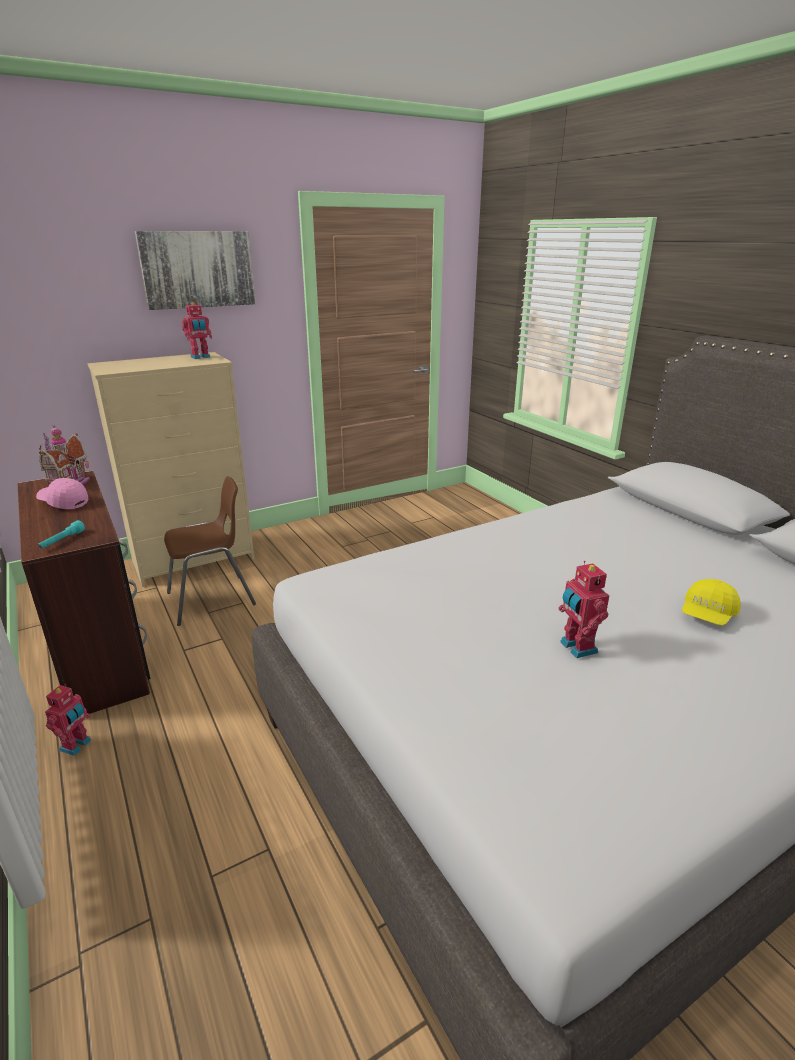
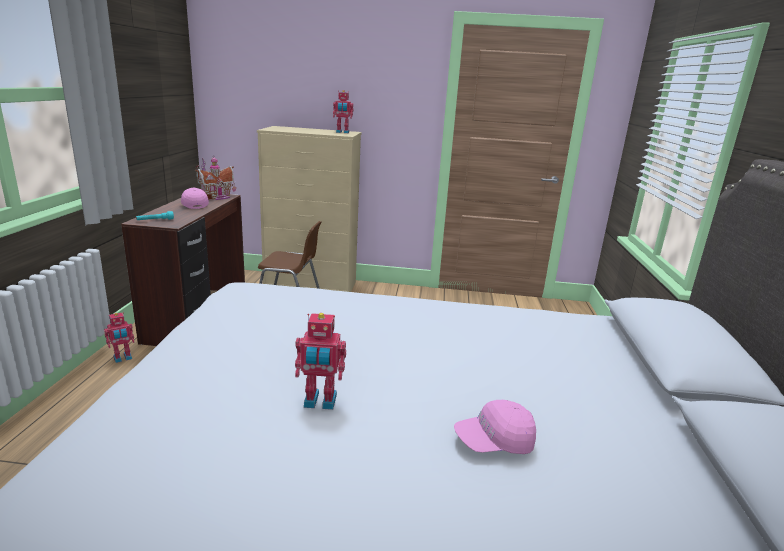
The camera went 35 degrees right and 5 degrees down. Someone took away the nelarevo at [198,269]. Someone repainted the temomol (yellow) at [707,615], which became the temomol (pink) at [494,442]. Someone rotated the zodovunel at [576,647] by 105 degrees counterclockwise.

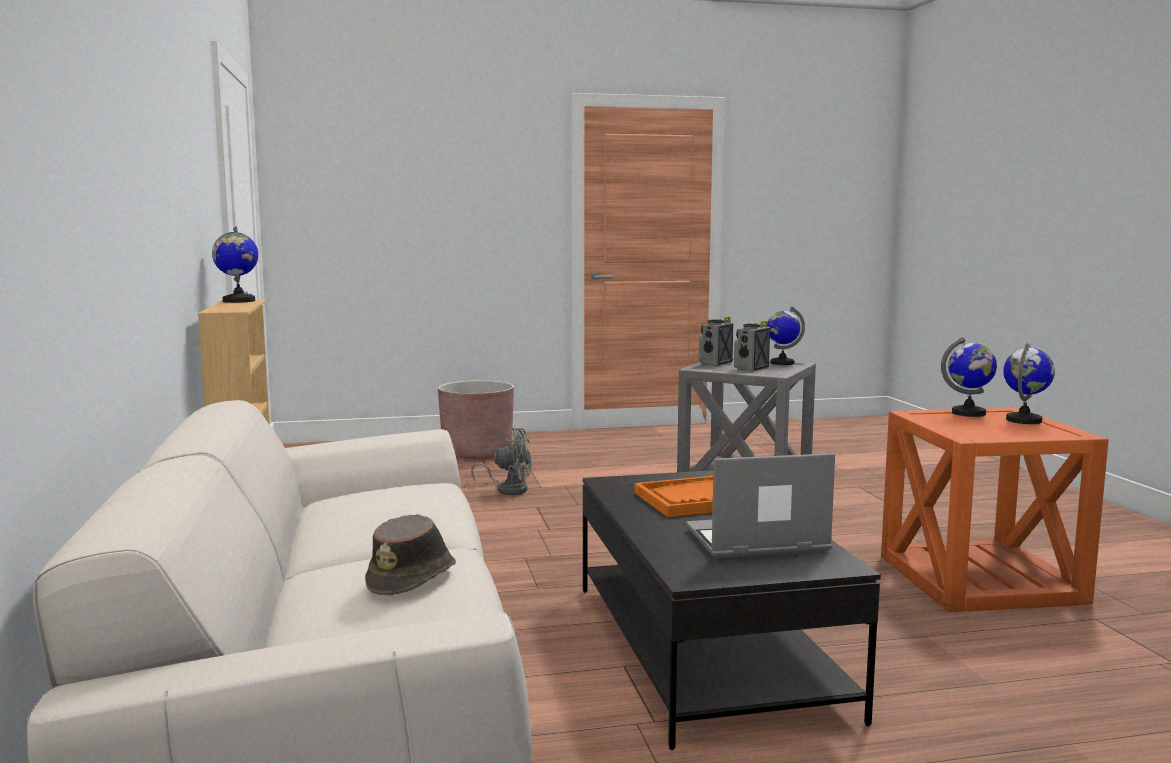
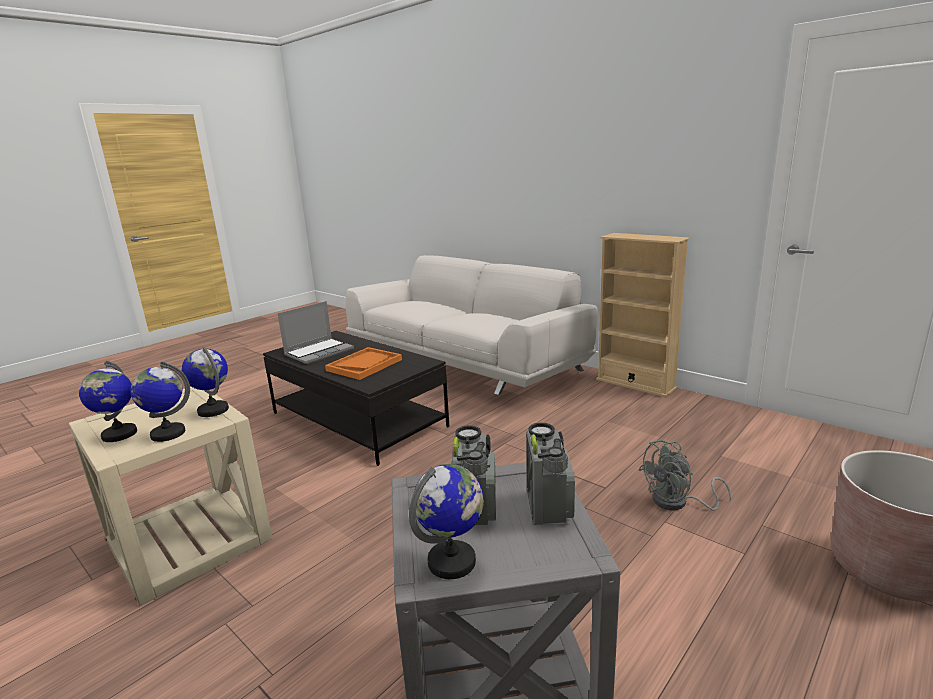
The camera went 145 degrees right and 10 degrees up. Someone took away the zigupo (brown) at [413,578]. Someone carried the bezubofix from [238,301] to [213,410]. Someone repainted the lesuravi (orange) at [979,579], which became the lesuravi (beige) at [189,540].

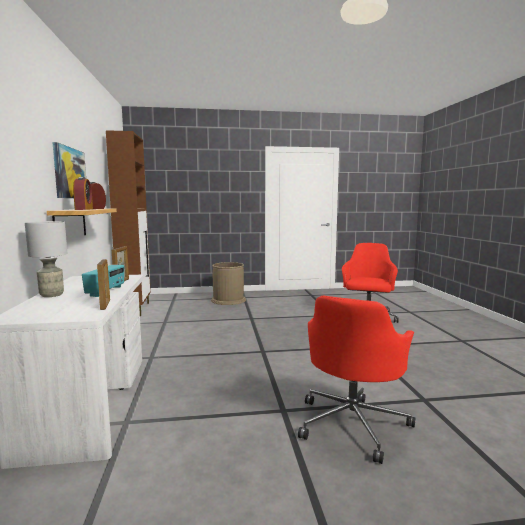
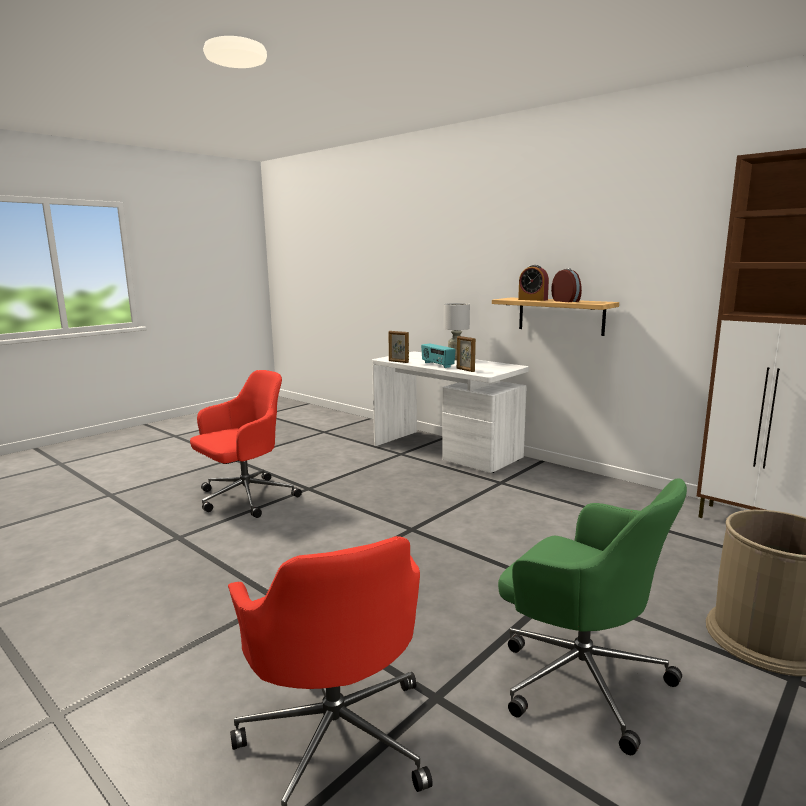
The camera went 140 degrees right and 5 degrees up. Someone took away the nelarevo at [69,173]. Someone put down the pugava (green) at [579,677]. Someone rotated the pugava (red) at [353,423] by 60 degrees clockwise.

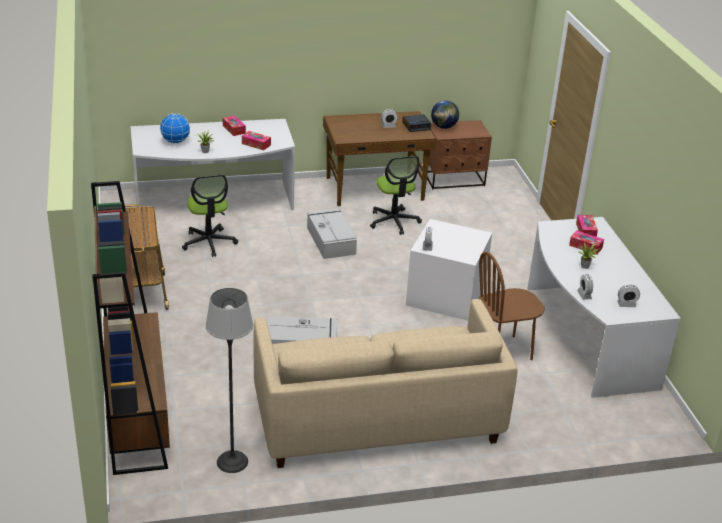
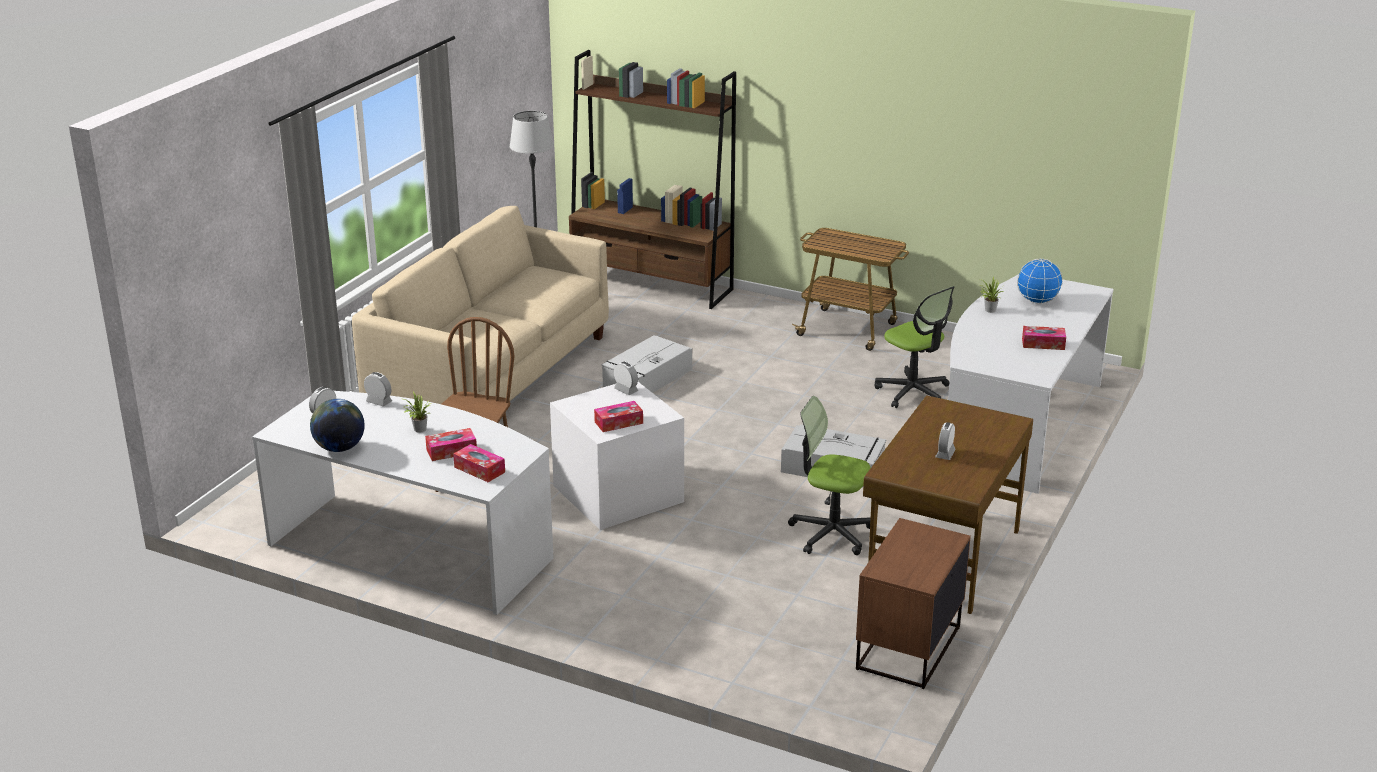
The camera went 130 degrees right and 5 degrees down. Someone took away the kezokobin at [416,126]. Someone carried the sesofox from [256,144] to [618,422]. Someone carried the bezubofix from [443,127] to [339,448]. Someone rotated the pugava at [209,242] by 150 degrees counterclockwise.

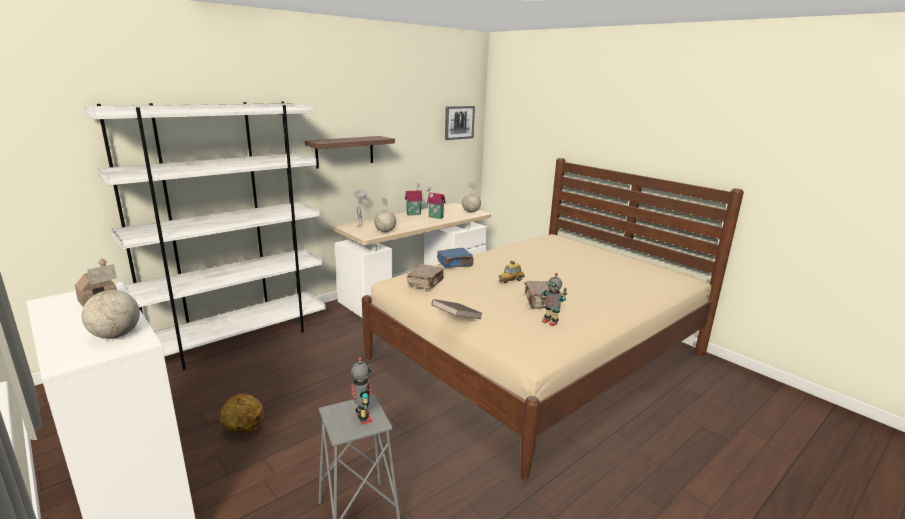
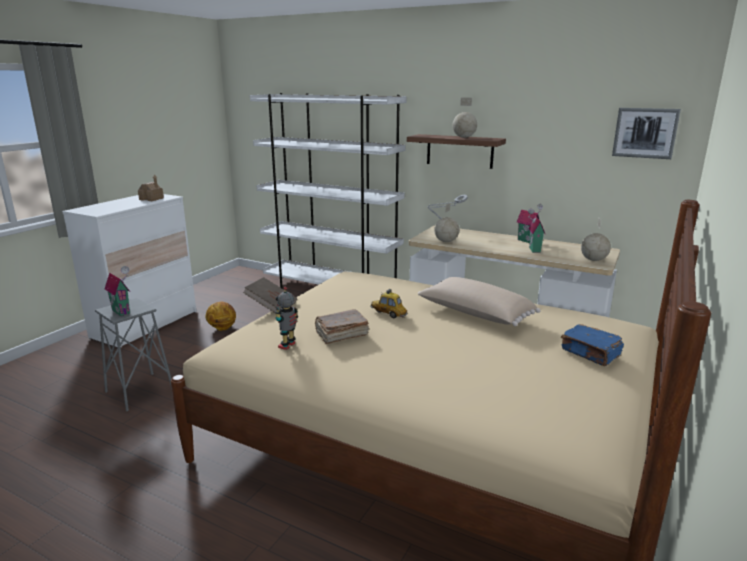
The camera went 70 degrees right and 0 degrees up. Someone took away the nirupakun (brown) at [426,283]. Someone put down the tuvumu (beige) at [475,315]. Someone carried the bezubofix from [117,335] to [464,137]. Someone carried the nirupakun (blue) from [455,264] to [590,353]. Someone swapped the zodovunel at [362,418] for the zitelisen at [122,311].

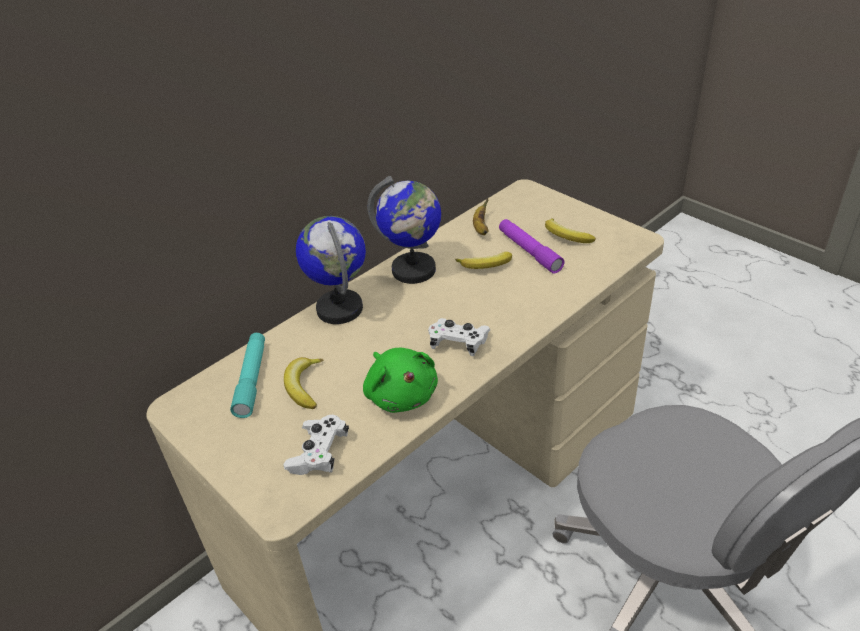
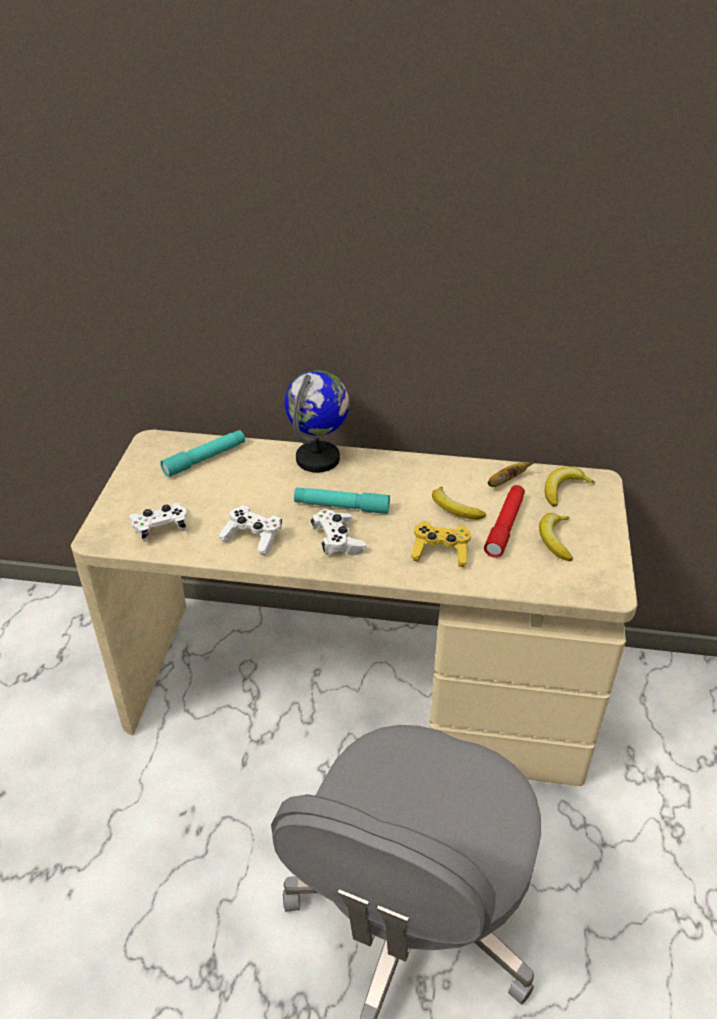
The camera went 50 degrees right and 0 degrees up. Someone took away the bezubofix at [414,270]. Someone put down the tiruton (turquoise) at [341,506]. Someone put down the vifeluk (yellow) at [440,552]. Someone carried the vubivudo from [304,386] to [563,489]. Someone swapped the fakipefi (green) at [401,394] for the vifeluk (white) at [252,538]. Someone repainted the tiruton (purple) at [529,251], which became the tiruton (red) at [505,526].

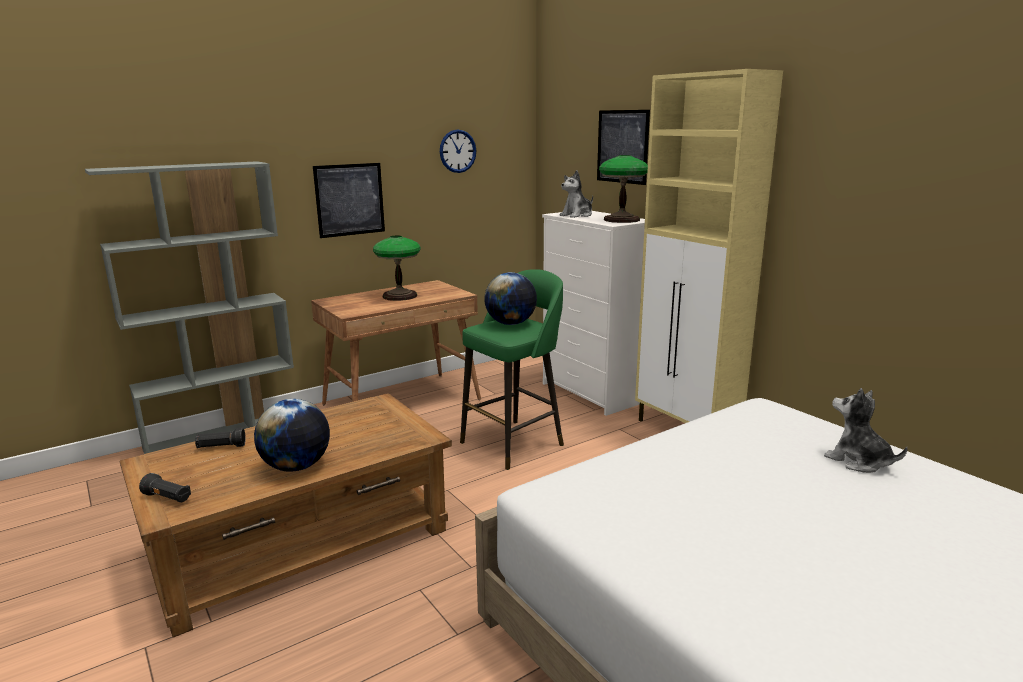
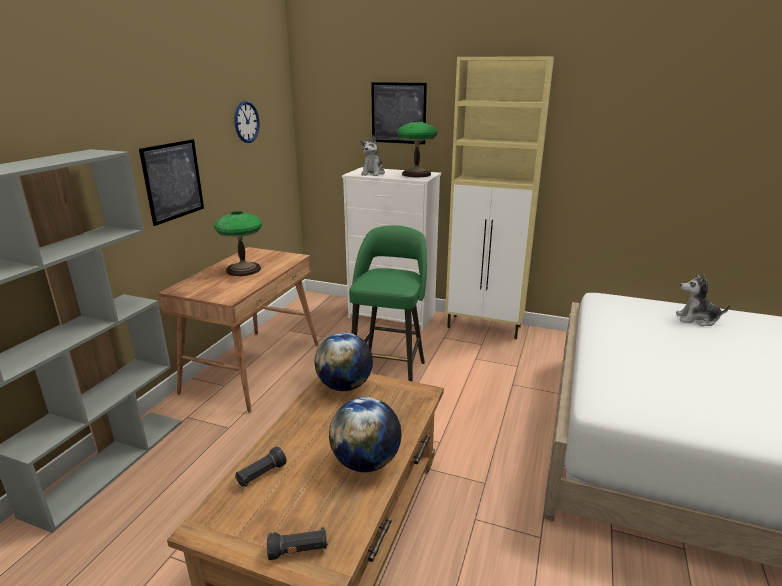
The camera went 35 degrees left and 5 degrees up. Someone carried the bezubofix from [511,323] to [345,386].

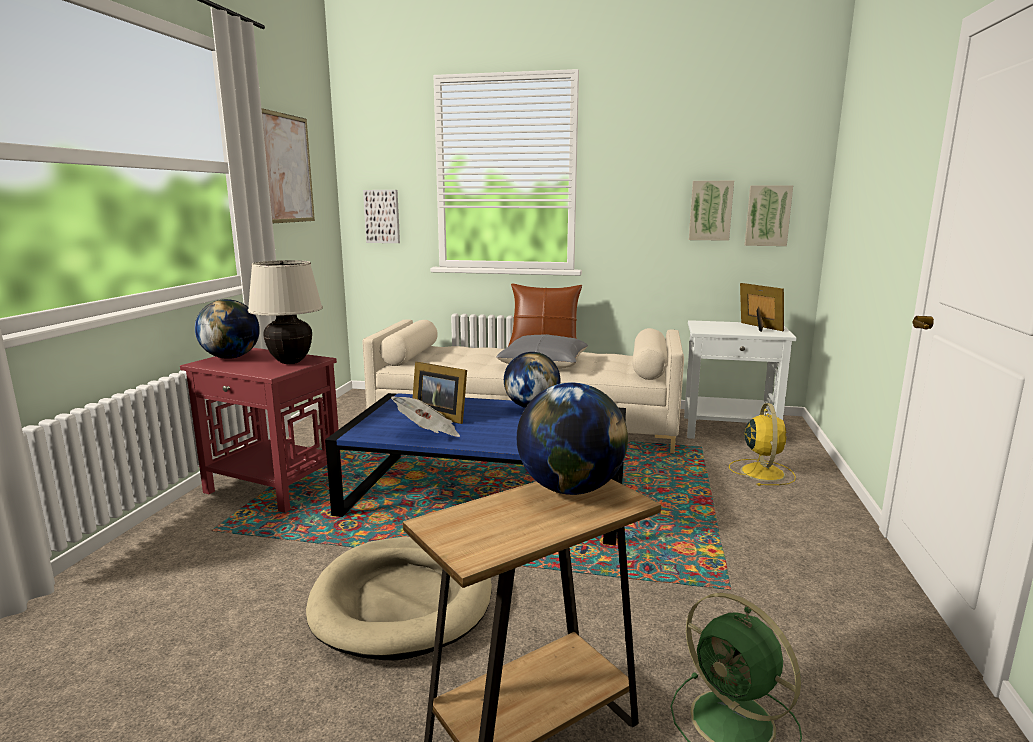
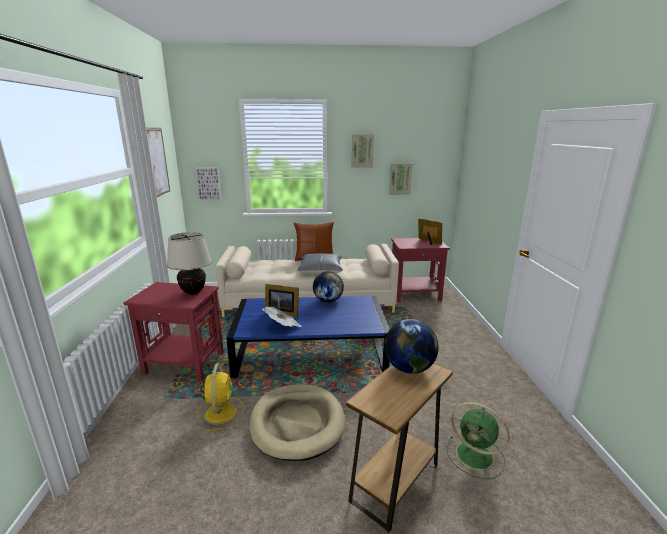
The camera went 15 degrees left and 5 degrees up. Someone took away the bezubofix at [231,357]. Someone carried the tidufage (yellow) from [762,472] to [221,412]. Someone carried the nelarevo from [767,215] to [362,151]. Someone repainted the lesuravi (white) at [729,430], which became the lesuravi (red) at [415,294].

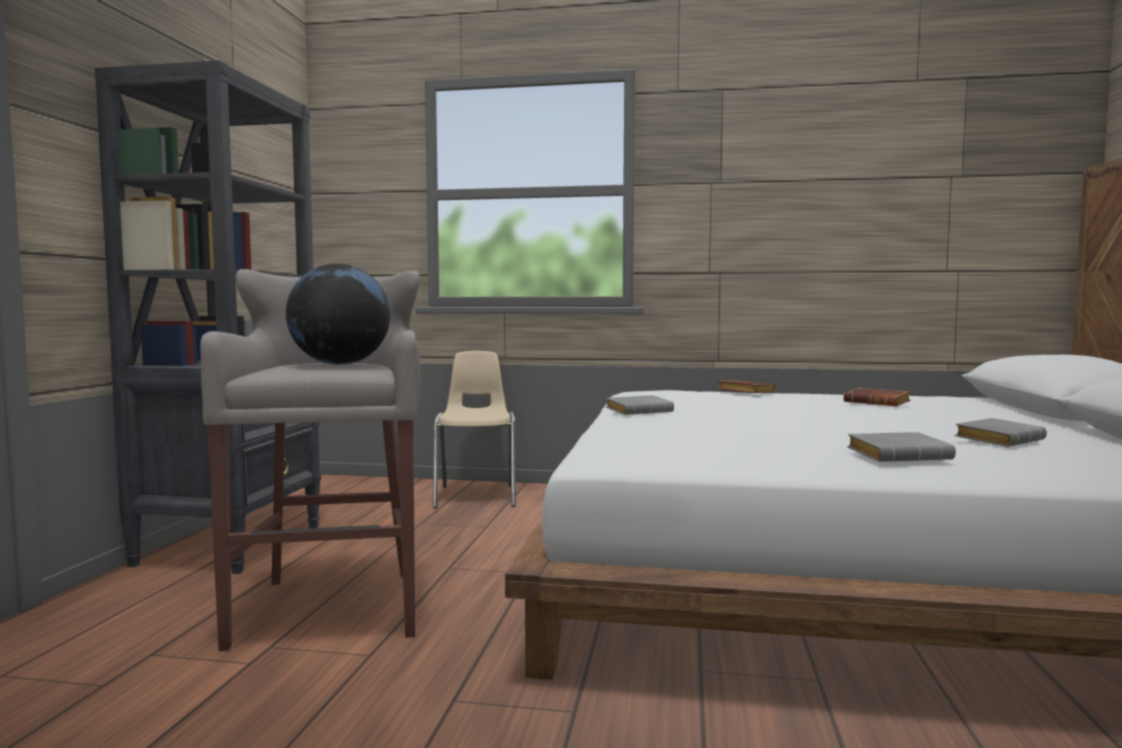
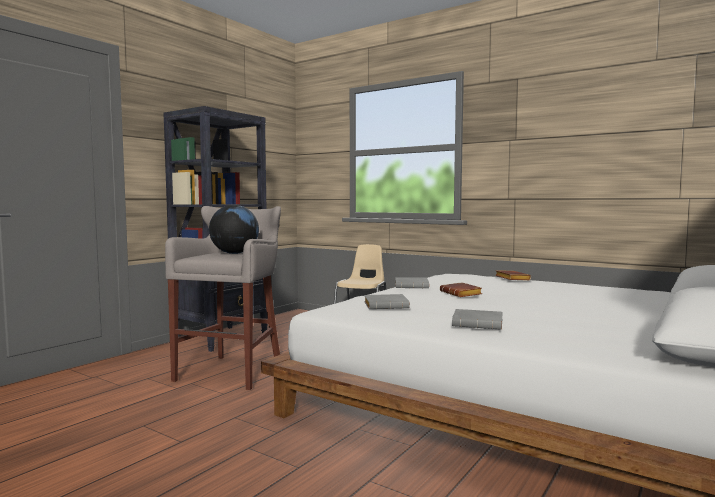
The camera went 25 degrees right and 0 degrees up. Someone carried the nirupakun (brown) from [879,403] to [462,294]. Someone carried the nirupakun (grey) from [998,440] to [387,306].

